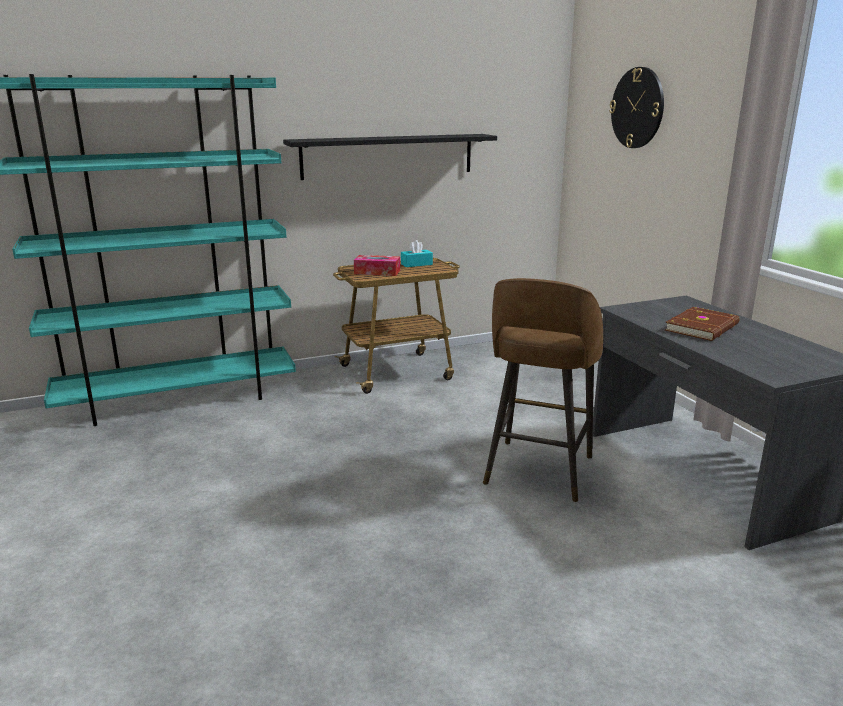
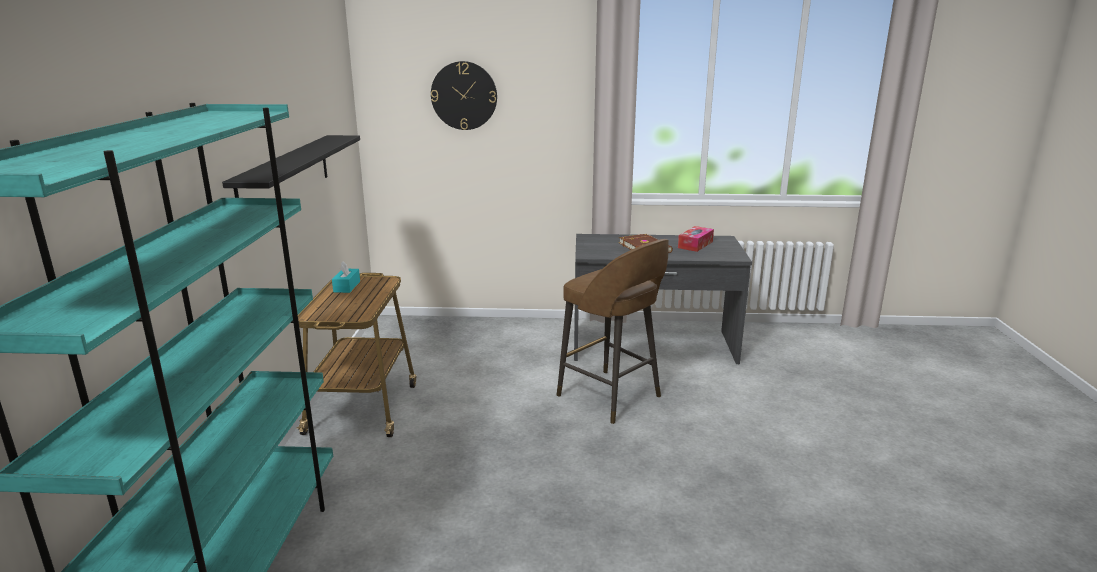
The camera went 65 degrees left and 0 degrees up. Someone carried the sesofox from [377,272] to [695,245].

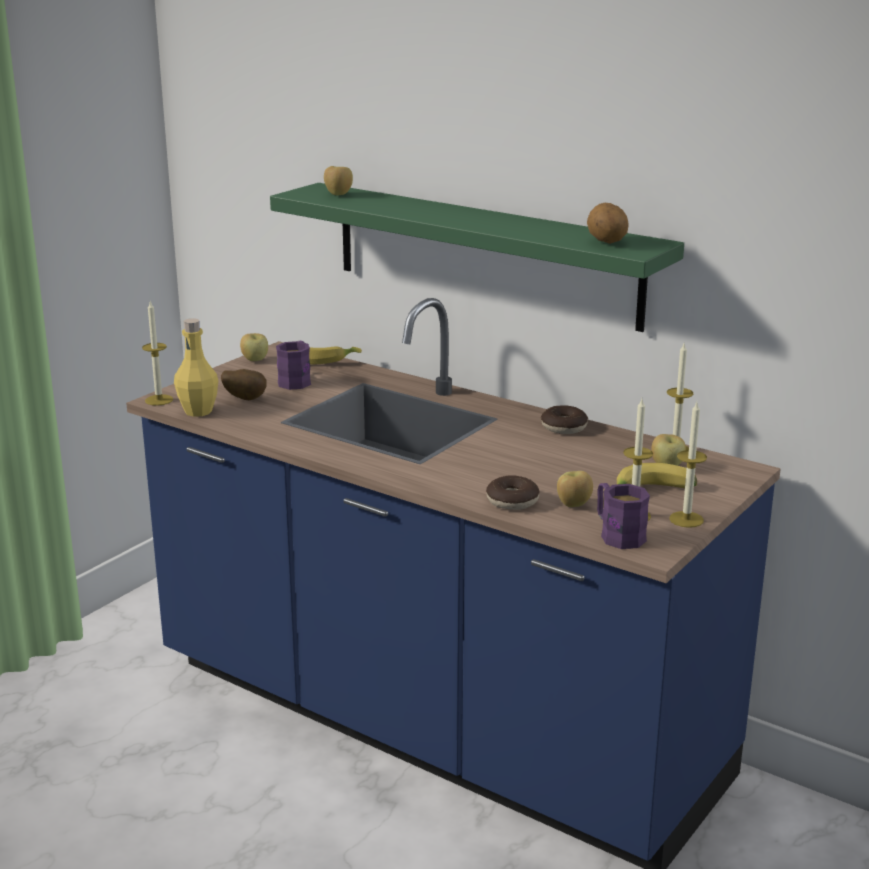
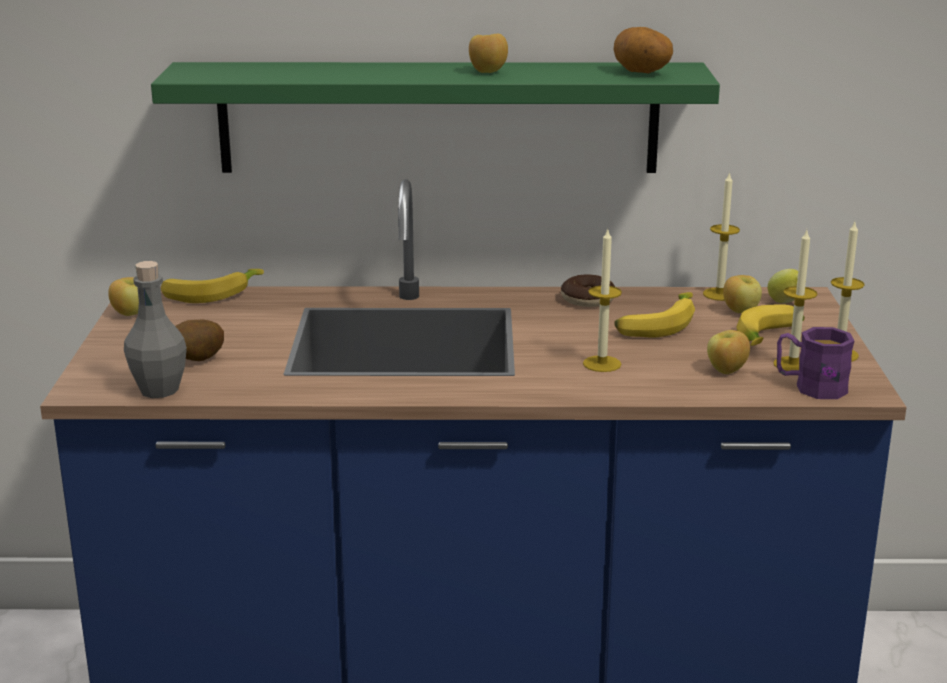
The camera went 35 degrees left and 0 degrees up. Someone took away the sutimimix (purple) at [296,380]. Someone took away the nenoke at [512,501]. Someone put down the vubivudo at [656,325]. Someone put down the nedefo at [786,303]. Someone carried the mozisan from [159,400] to [602,364]. Someone carried the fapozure from [338,195] to [488,72]. Someone repainted the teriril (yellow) at [198,411], which became the teriril (grey) at [159,390].

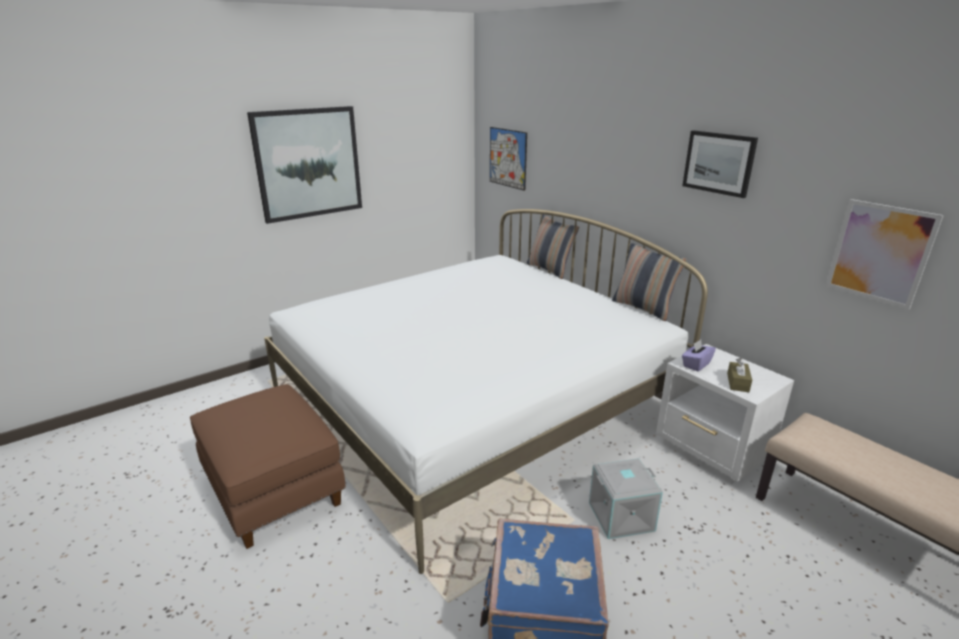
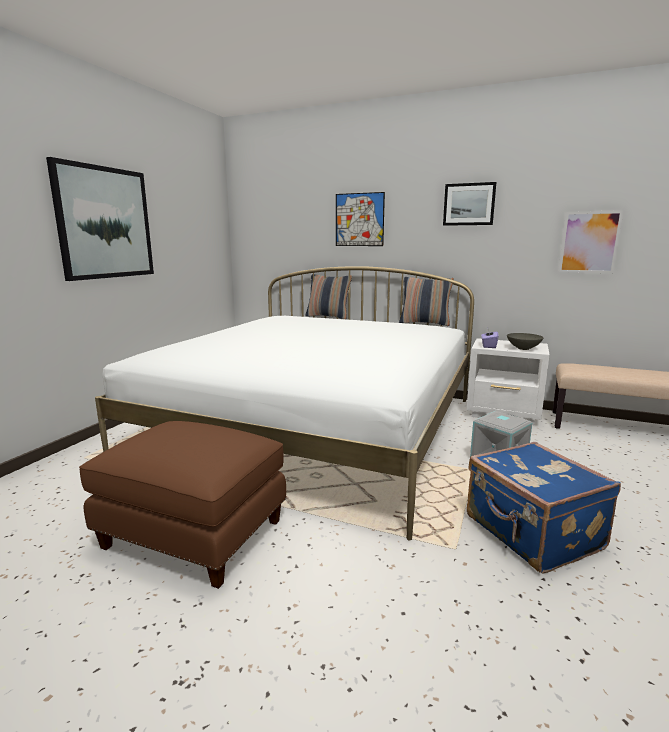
The camera went 30 degrees left and 10 degrees down. Someone carried the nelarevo from [508,158] to [359,220]. Someone swapped the sesofox (brown) at [738,382] for the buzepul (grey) at [523,348].

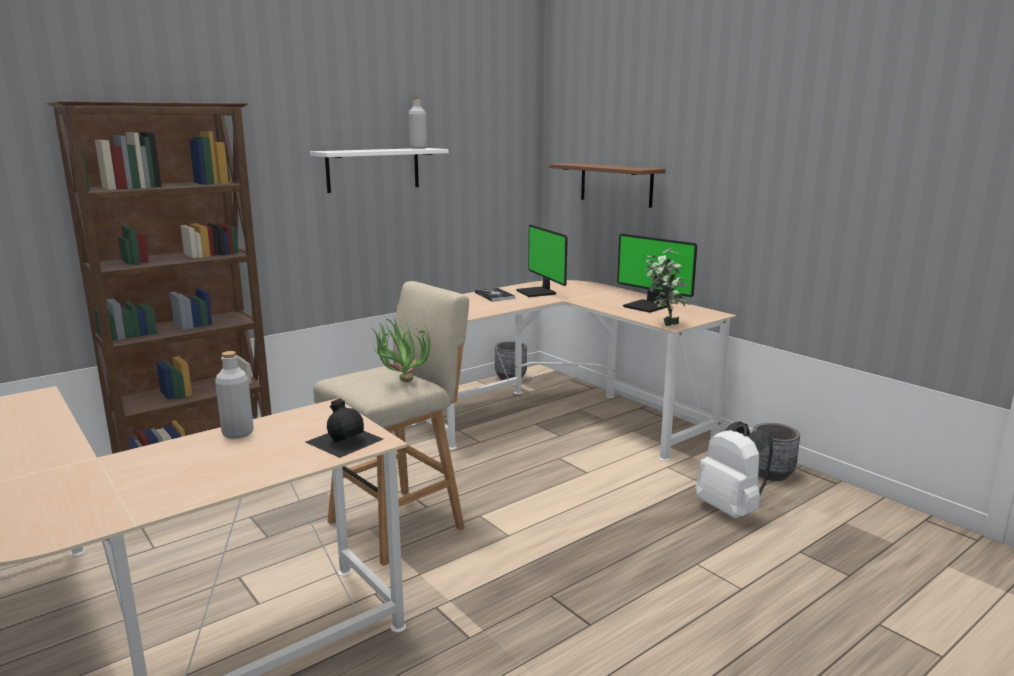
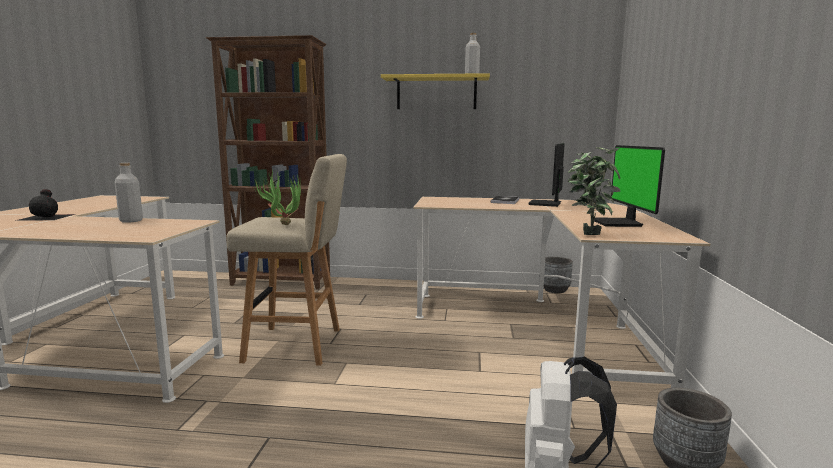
The camera went 45 degrees right and 5 degrees down. Someone took away the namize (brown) at [616,184]. Someone carried the teriril (black) from [344,439] to [47,217]. Someone repainted the namize (white) at [373,169], which became the namize (yellow) at [436,93].

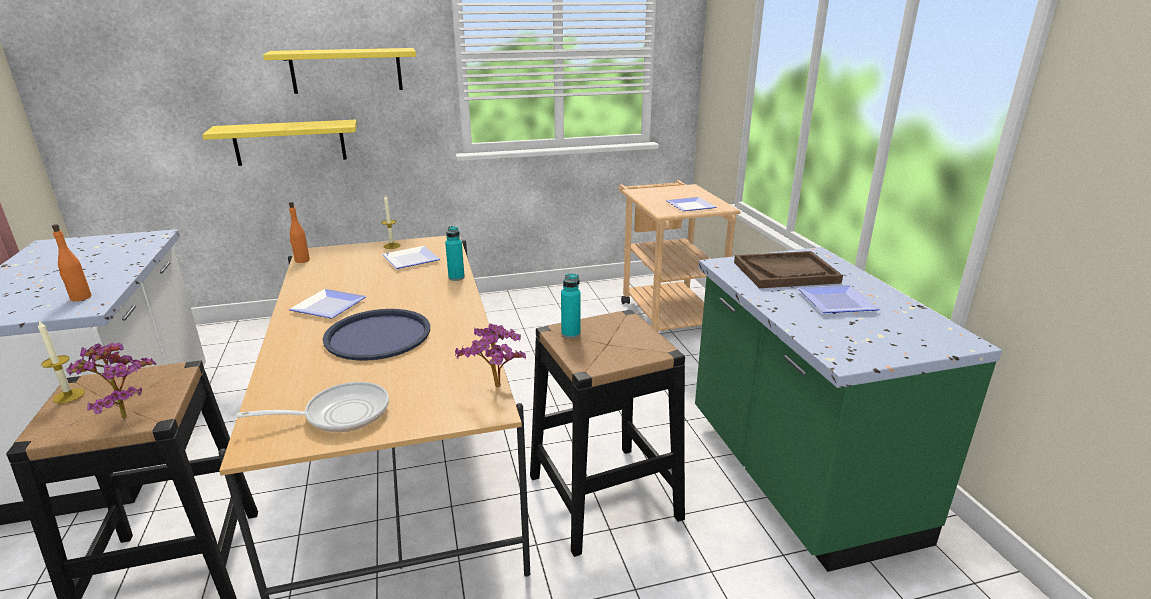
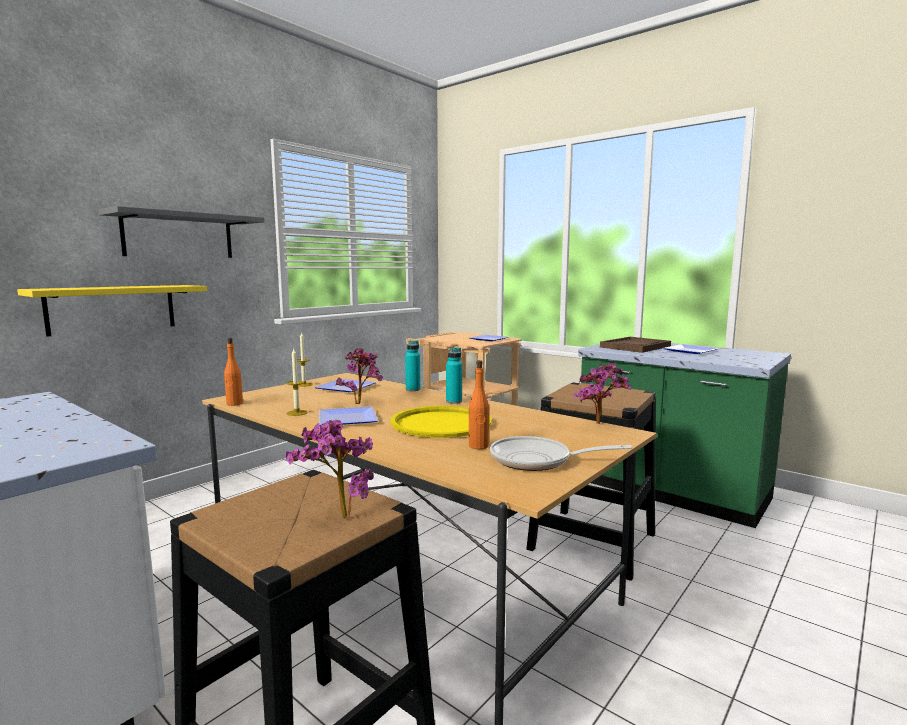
The camera went 35 degrees left and 15 degrees down. Someone put down the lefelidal at [361,403]. Someone carried the mozisan from [69,396] to [297,413]. Someone carried the teriril (orange) from [80,298] to [478,446]. Someone carried the teriril (turquoise) from [570,333] to [454,401]. Someone repainted the namize (yellow) at [346,70], which became the namize (grey) at [179,236]. Someone repainted the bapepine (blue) at [378,336], which became the bapepine (yellow) at [441,423]. Someone rotated the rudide at [340,414] by 120 degrees counterclockwise.

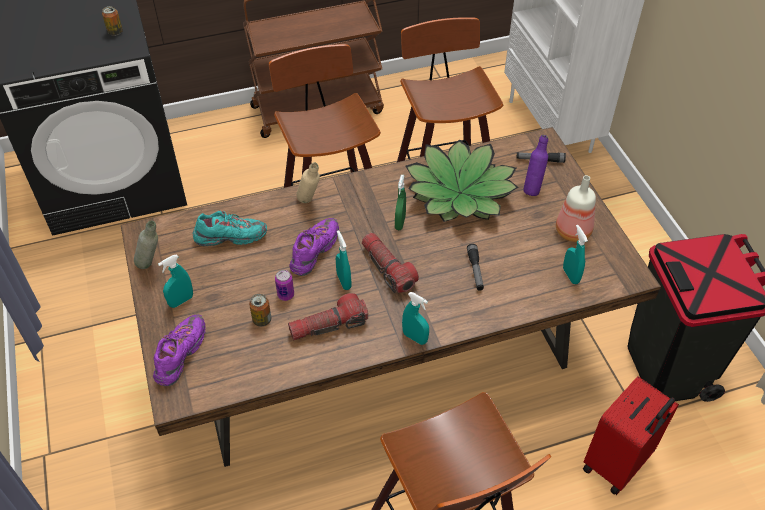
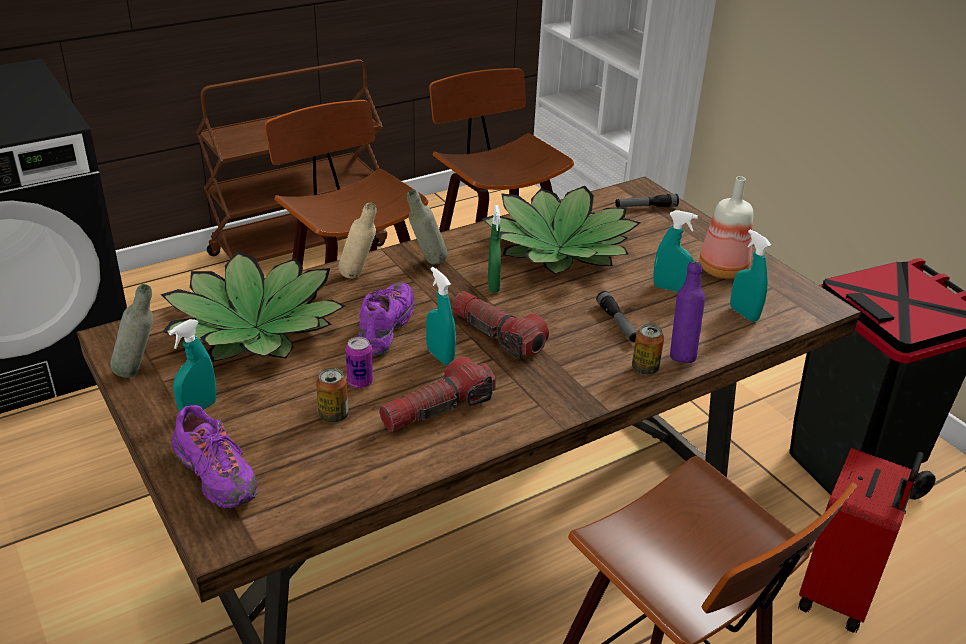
The camera went 15 degrees left and 15 degrees down. Someone put down the teriril (grey) at [427,264]. Someone carried the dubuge from [115,32] to [645,369]. Someone carried the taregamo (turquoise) from [415,337] to [670,288]. Someone carried the teriril (purple) from [532,189] to [681,354]. Someone swapped the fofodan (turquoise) at [231,237] for the lefelidal at [255,327]. Someone rotated the fofodan (purple) at [181,355] by 135 degrees clockwise.

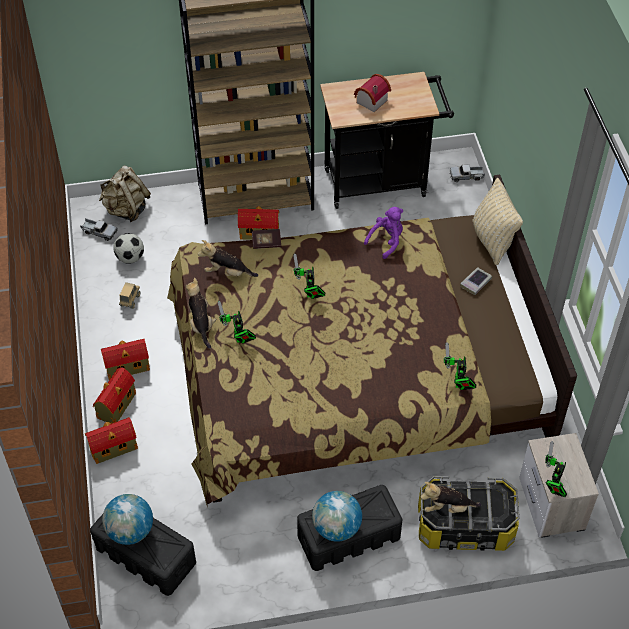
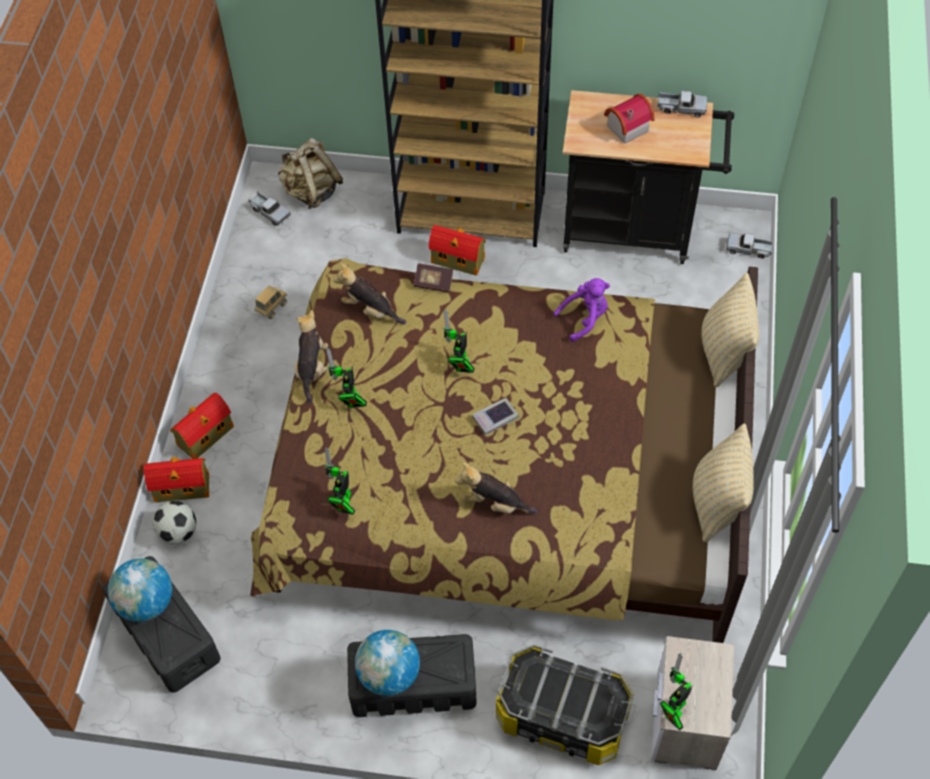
The camera went 20 degrees right and 5 degrees up. Someone took away the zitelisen at [126,367]. Someone put down the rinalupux at [681,108]. Someone put down the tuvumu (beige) at [717,503]. Someone carried the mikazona from [130,258] to [178,532]. Someone carried the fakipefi from [447,507] to [494,503]. Someone carried the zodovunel from [458,384] to [342,502]. Someone carried the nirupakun from [475,283] to [495,418].

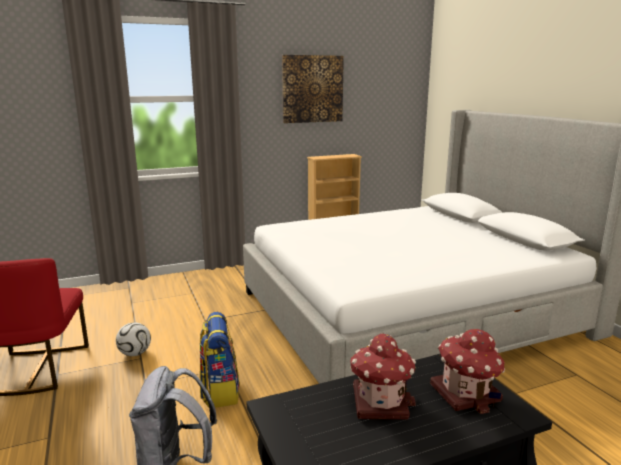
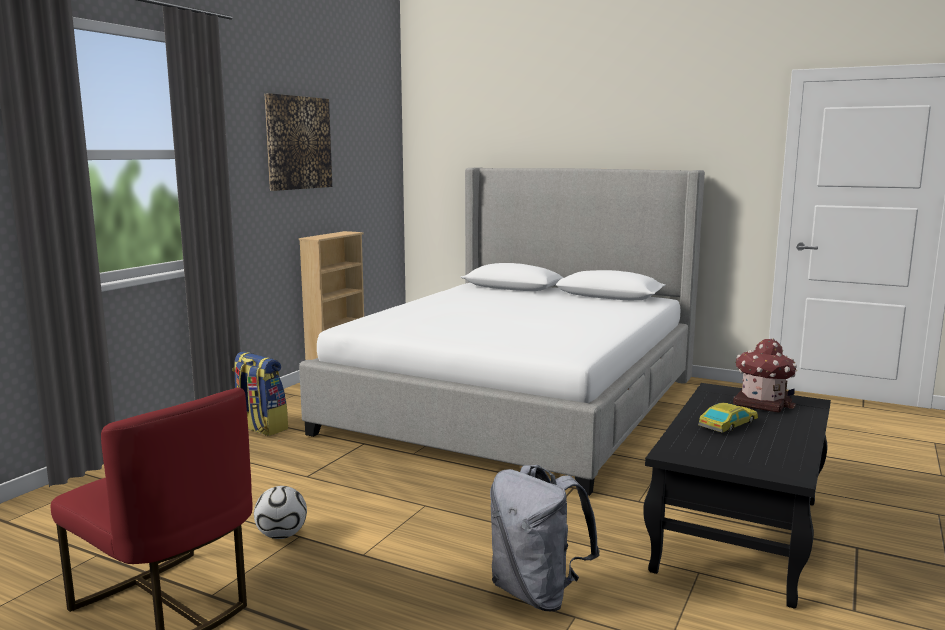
The camera went 40 degrees left and 5 degrees down. Someone carried the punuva from [219,391] to [260,428]. Someone swapped the zitelisen at [380,402] for the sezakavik at [728,424].

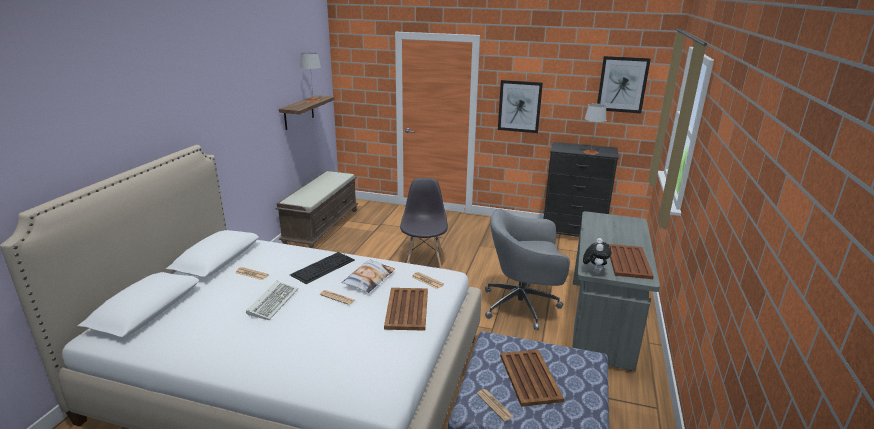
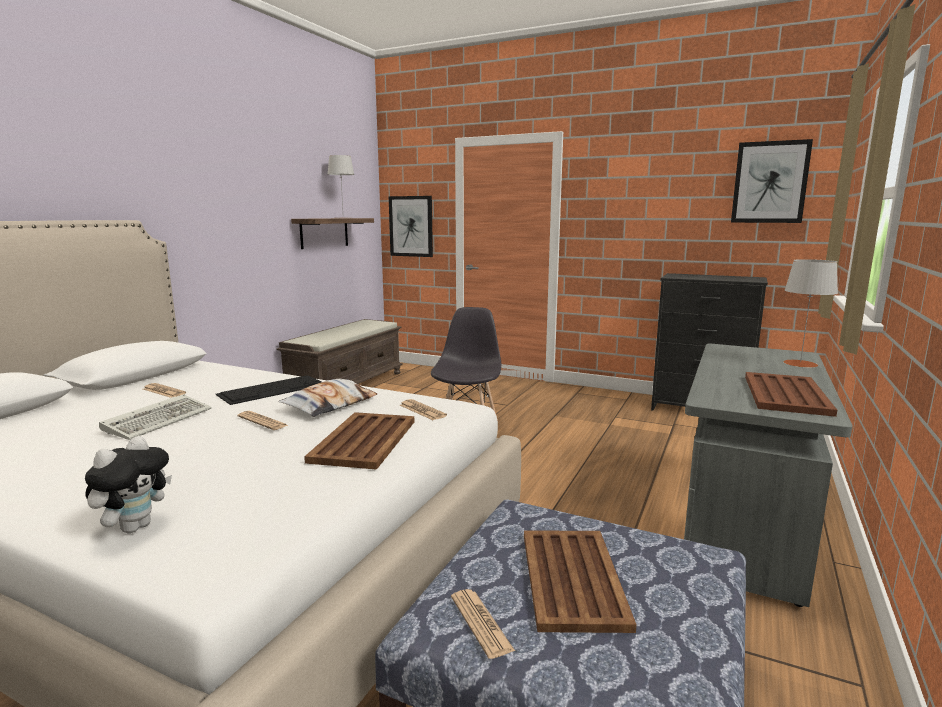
The camera went 10 degrees right and 10 degrees down. Someone took away the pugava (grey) at [523,306]. Someone carried the nelarevo from [519,106] to [411,226]. Someone carried the fakipefi from [594,271] to [135,526]. Someone carried the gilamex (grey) from [590,152] to [800,364].

